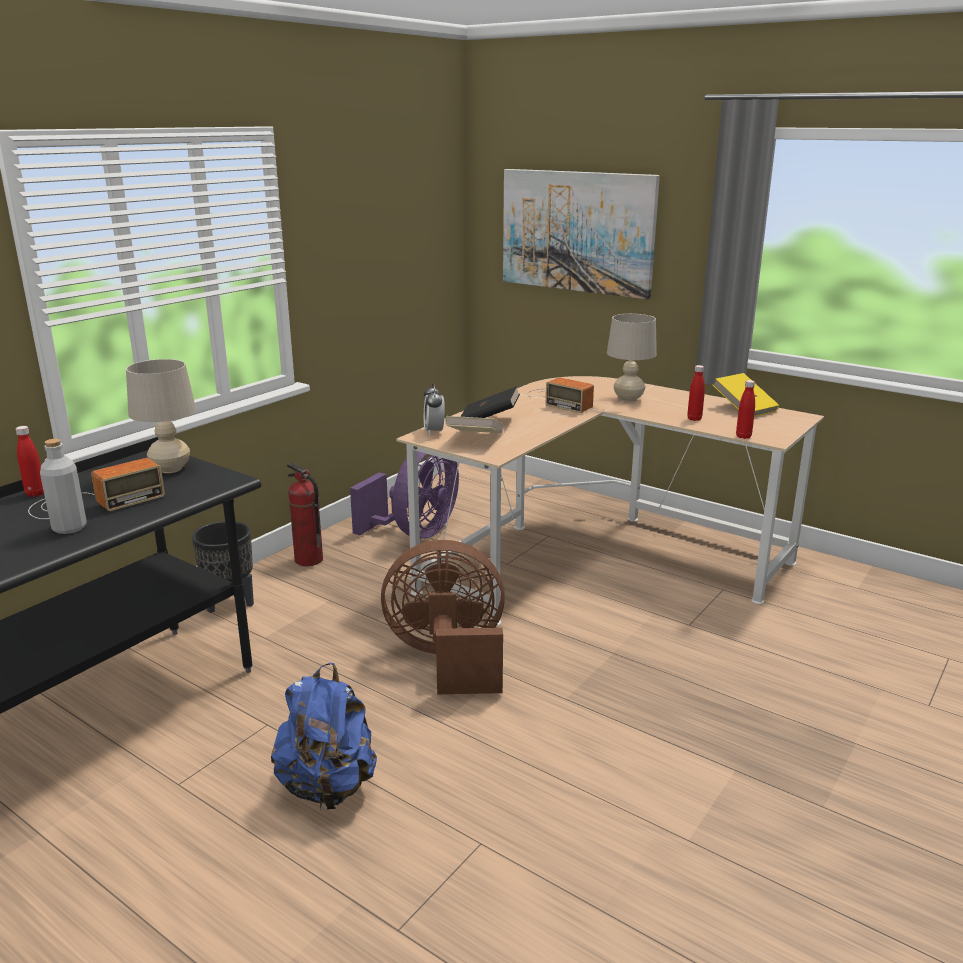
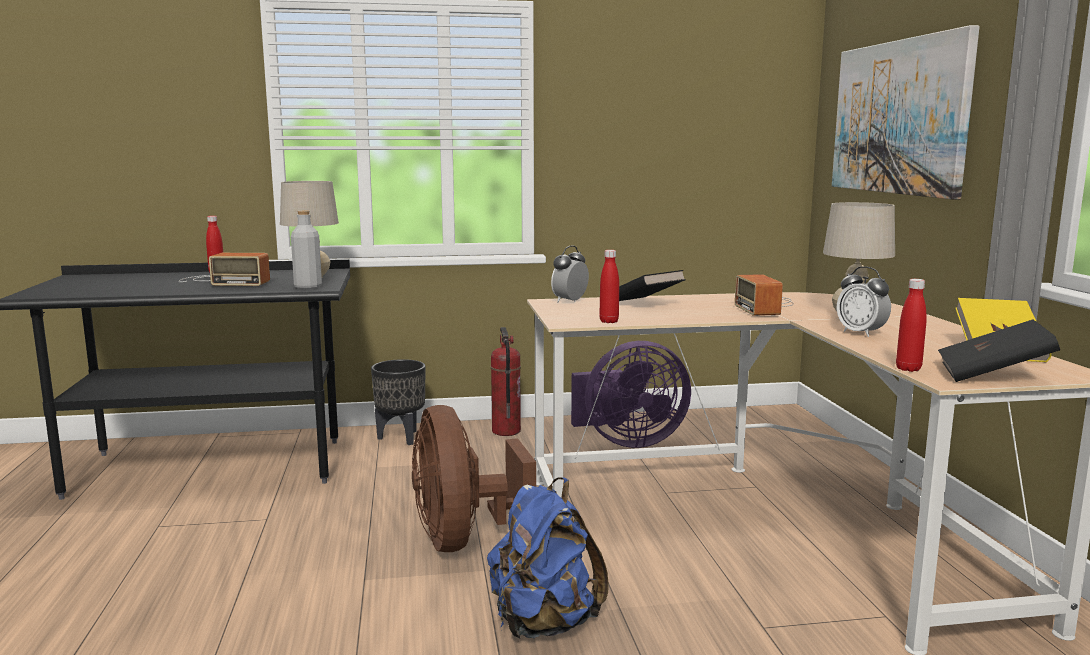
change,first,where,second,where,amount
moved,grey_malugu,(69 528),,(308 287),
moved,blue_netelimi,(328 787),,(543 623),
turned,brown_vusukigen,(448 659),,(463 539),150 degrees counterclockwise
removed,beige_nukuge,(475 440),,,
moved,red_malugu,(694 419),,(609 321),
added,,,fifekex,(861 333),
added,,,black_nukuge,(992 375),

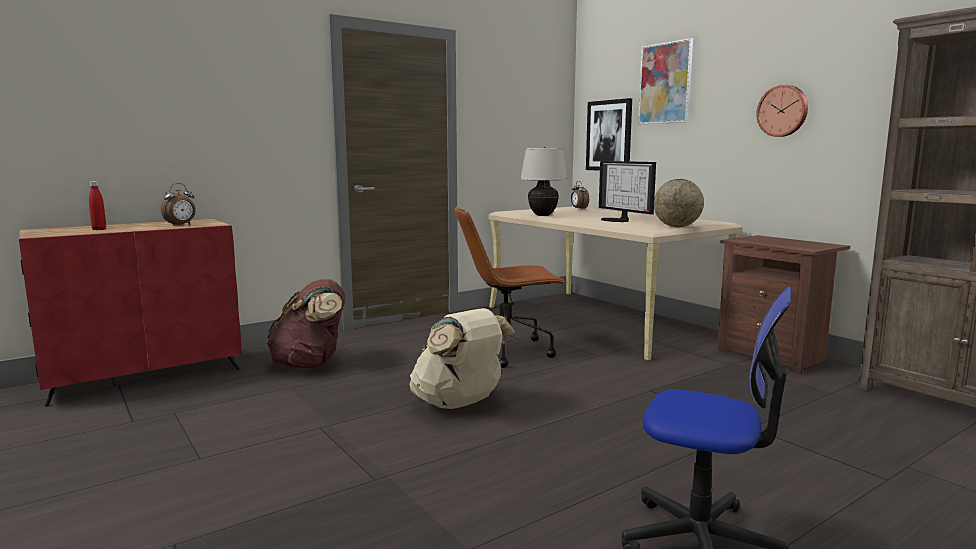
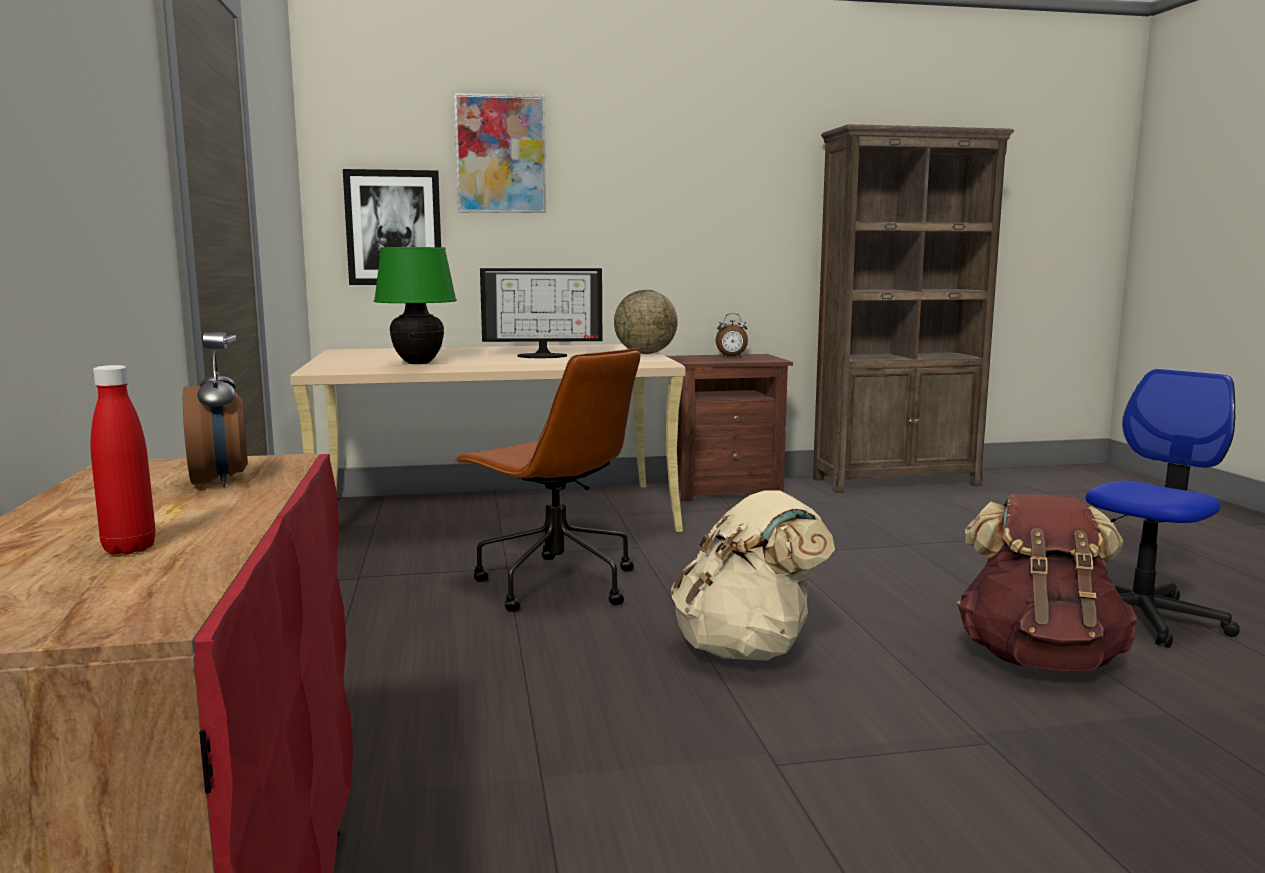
change,first,where,second,where,amount
moved,brown_netelimi,(310 364),,(1039 659),
turned,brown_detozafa,(507 351),,(555 584),60 degrees counterclockwise
recoloured,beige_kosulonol,(543 215),green_kosulonol,(418 363),
moved,fifekex,(578 209),,(731 357),
removed,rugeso,(783 111),,,

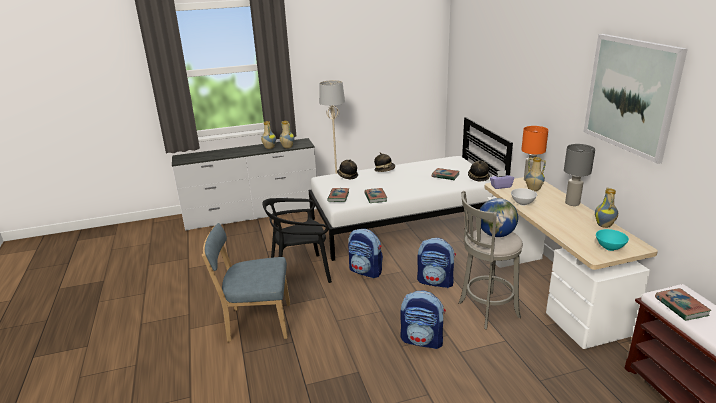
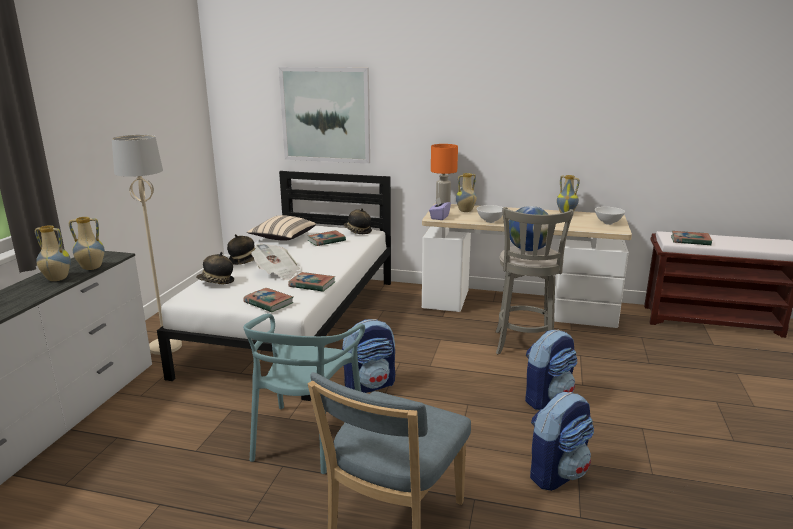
change,first,where,second,where,amount
recoloured,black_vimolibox,(300 273),turquoise_vimolibox,(306 437),
moved,netelimi,(436 282),,(557 472),
removed,grey_kosulonol,(572 203),,,
moved,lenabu,(630 95),,(325 115),
recoloured,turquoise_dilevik,(609 248),white_dilevik,(607 223),
added,,,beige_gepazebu,(282 238),
added,,,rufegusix,(277 273),

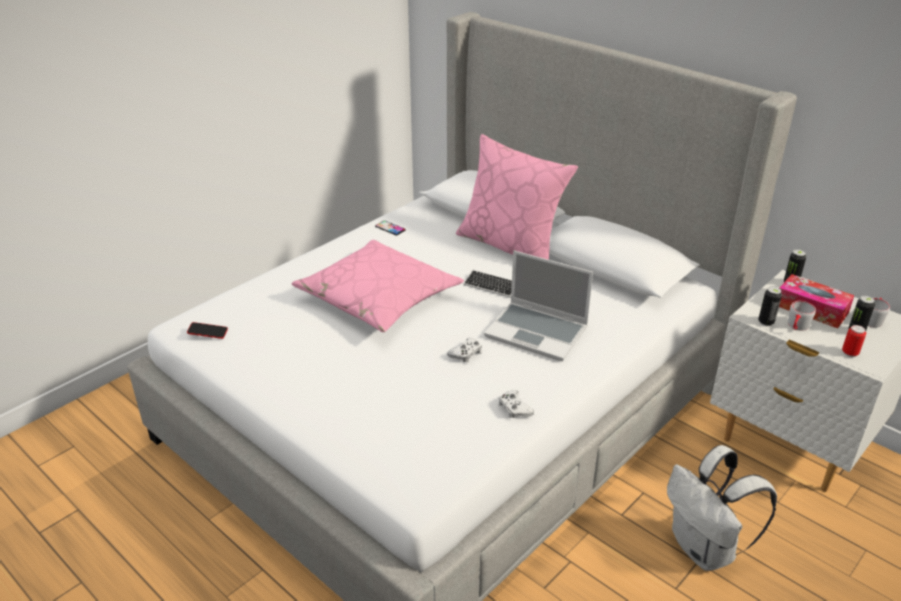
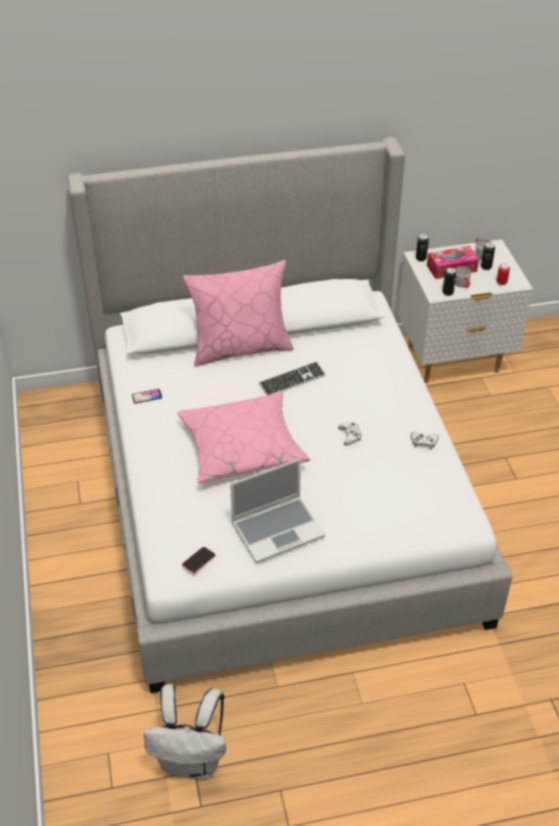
change,first,where,second,where,amount
moved,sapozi,(538 332),,(278 529),
moved,white_netelimi,(705 550),,(192 760),

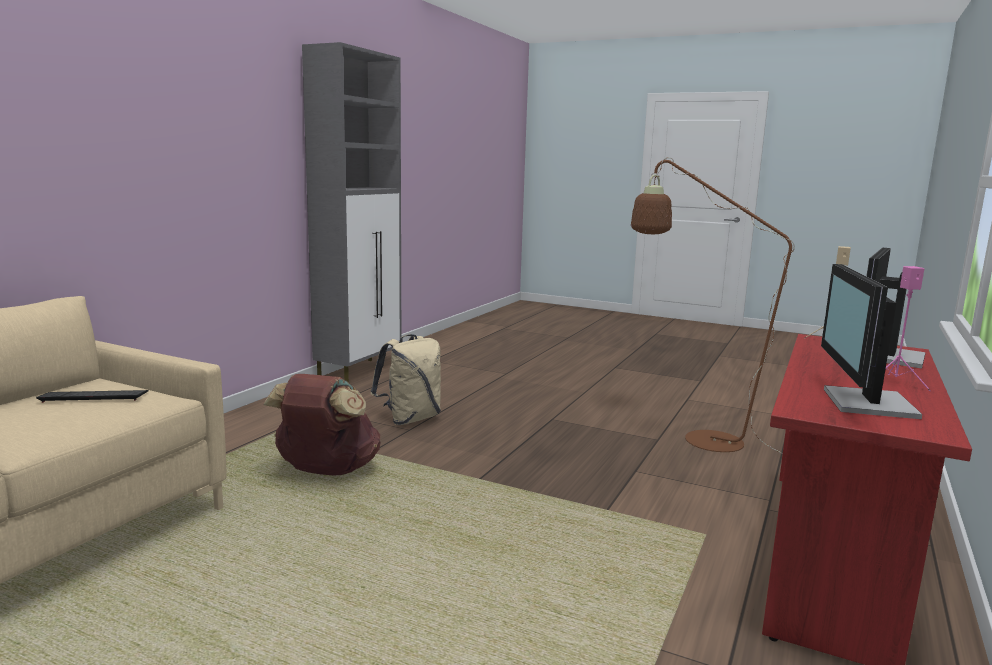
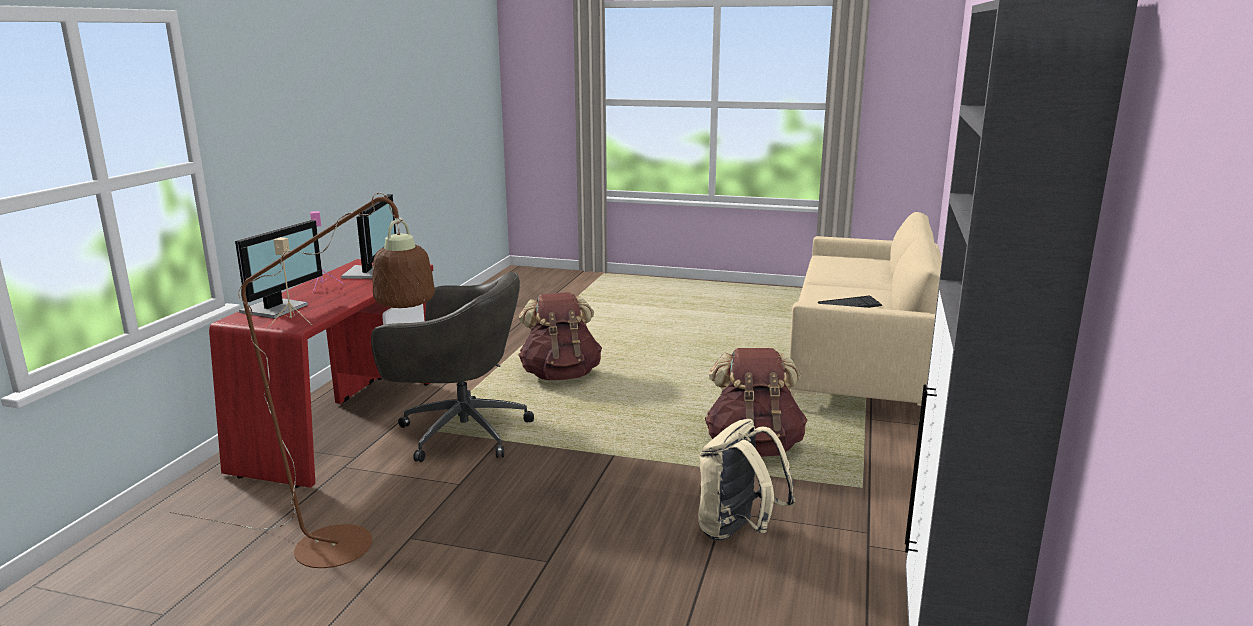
change,first,where,second,where,amount
added,,,grey_detozafa,(460 432),
added,,,brown_netelimi,(560 375),

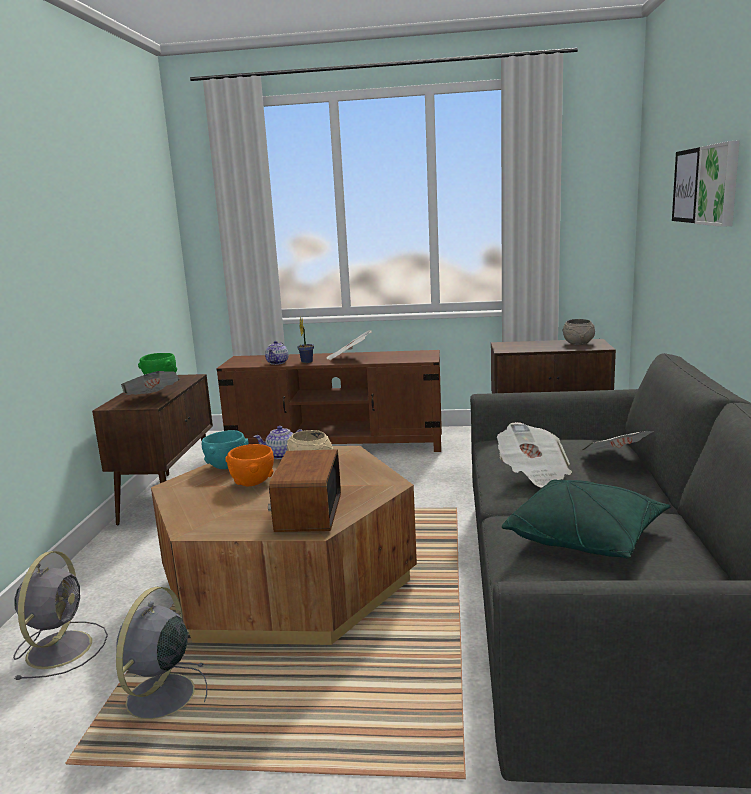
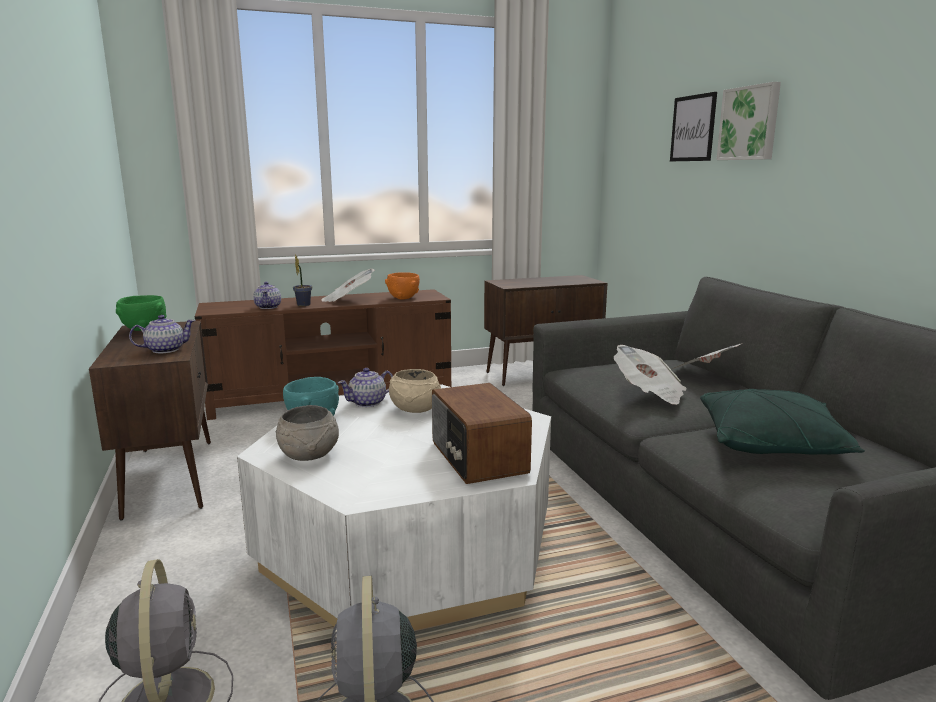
change,first,where,second,where,amount
replaced,rufegusix,(152 399),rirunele,(165 350),
recoloured,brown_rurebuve,(288 580),white_rurebuve,(409 546),
moved,orange_dilevik,(252 483),,(403 298),
moved,grey_dilevik,(578 343),,(309 454),

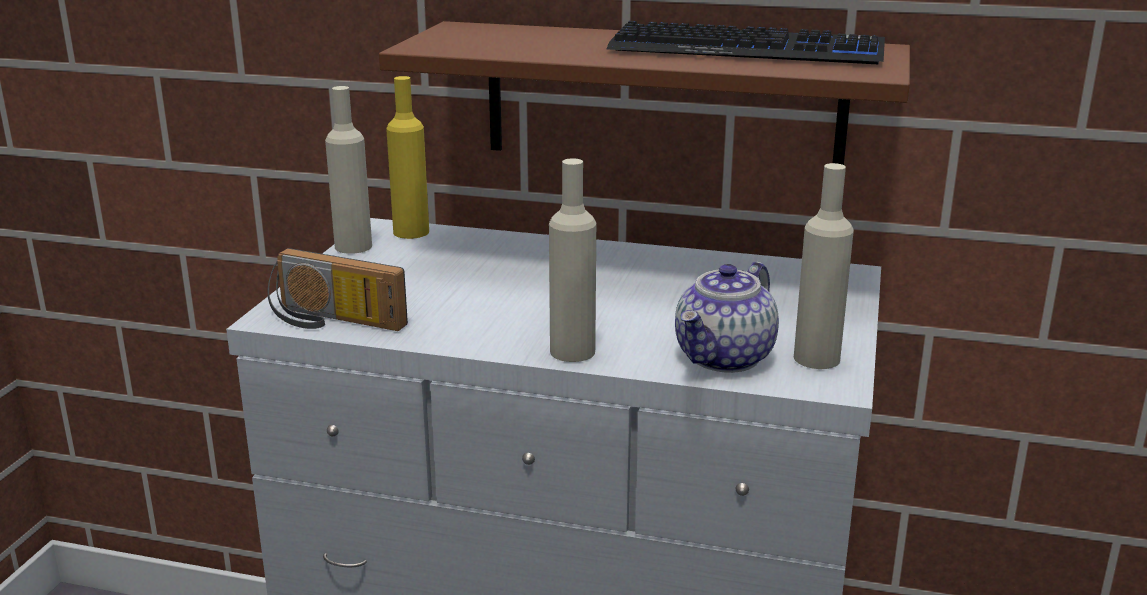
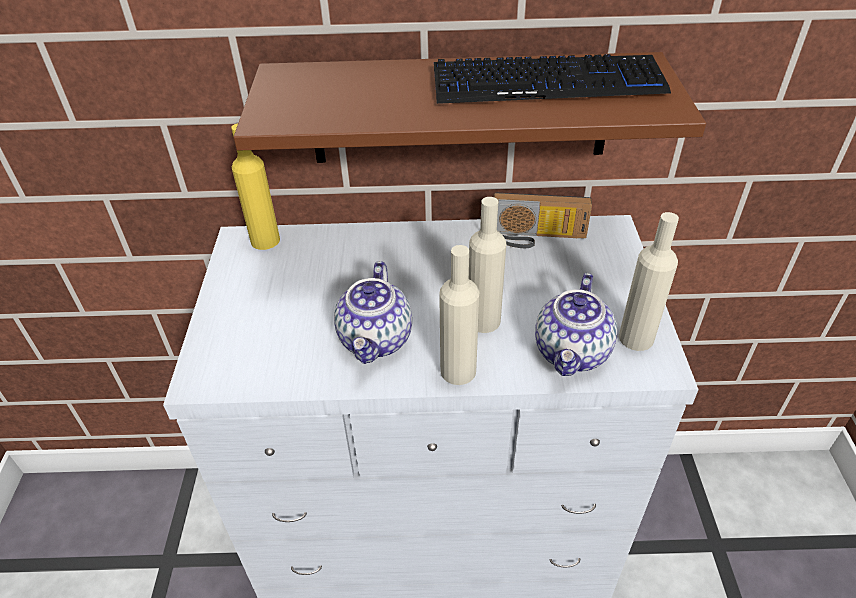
change,first,where,second,where,amount
moved,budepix,(332 321),,(534 238),
moved,beige_malugu,(353 246),,(483 320),
added,,,rirunele,(376 340),

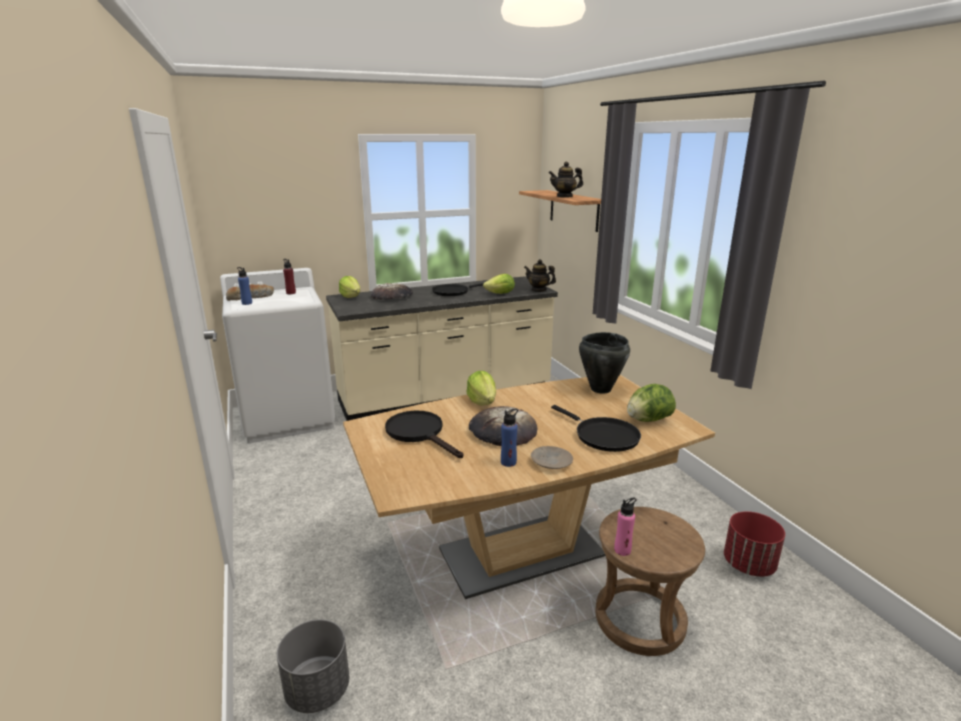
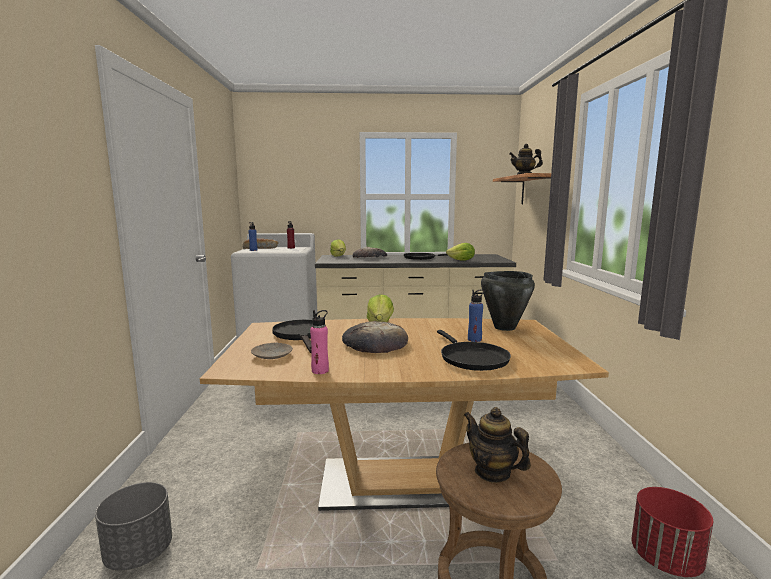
change,first,where,second,where,amount
moved,blue_malugu,(508 462),,(474 339),
moved,rirunele,(538 290),,(492 472),
moved,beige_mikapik,(551 462),,(272 355),
moved,pink_malugu,(622 550),,(320 371),
removed,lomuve,(648 420),,,

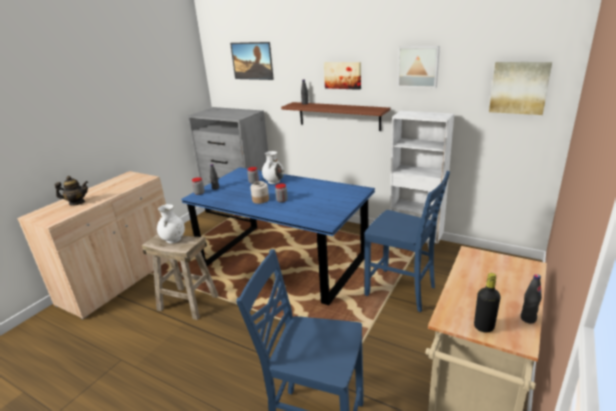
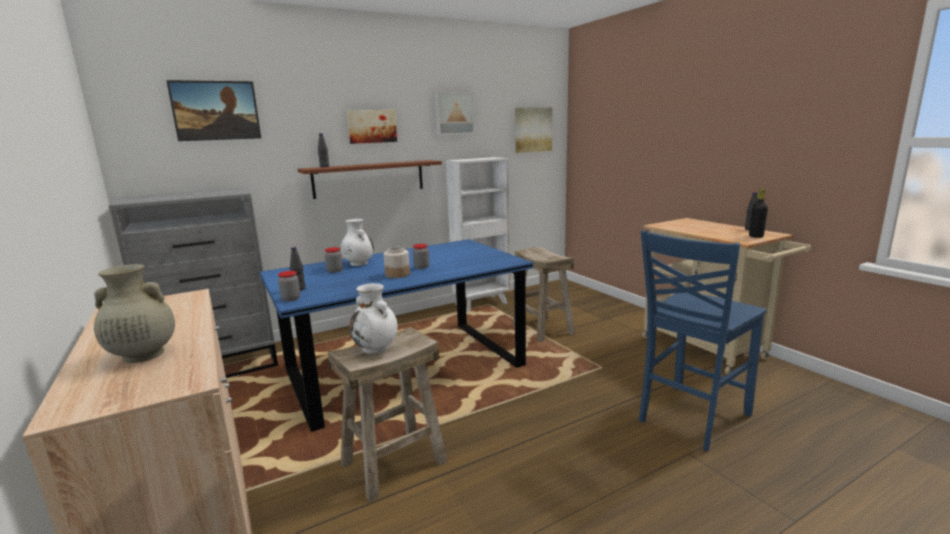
change,first,where,second,where,amount
replaced,rirunele,(77 203),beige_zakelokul,(142 355),
replaced,blue_vimolibox,(401 291),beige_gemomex,(543 329),

